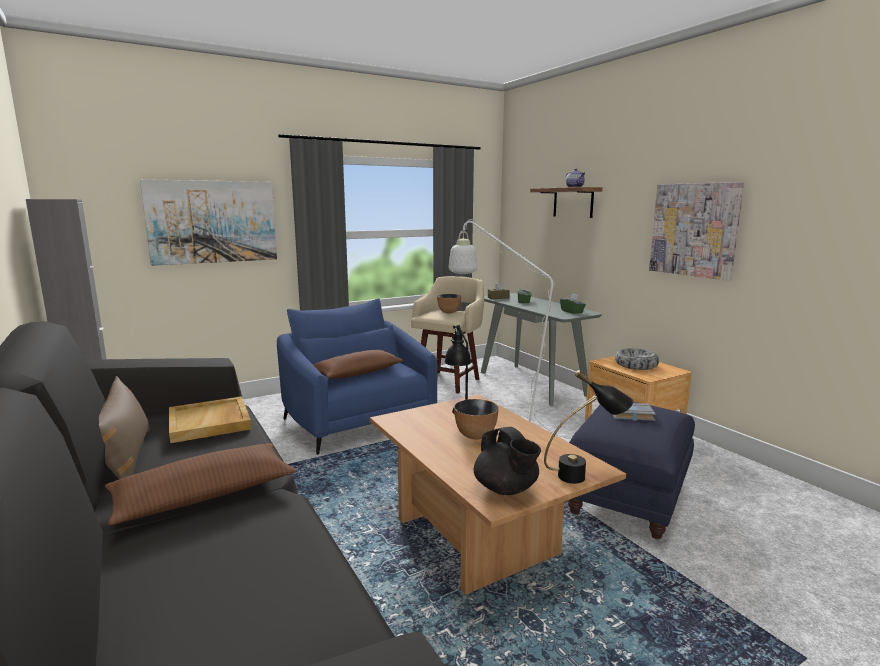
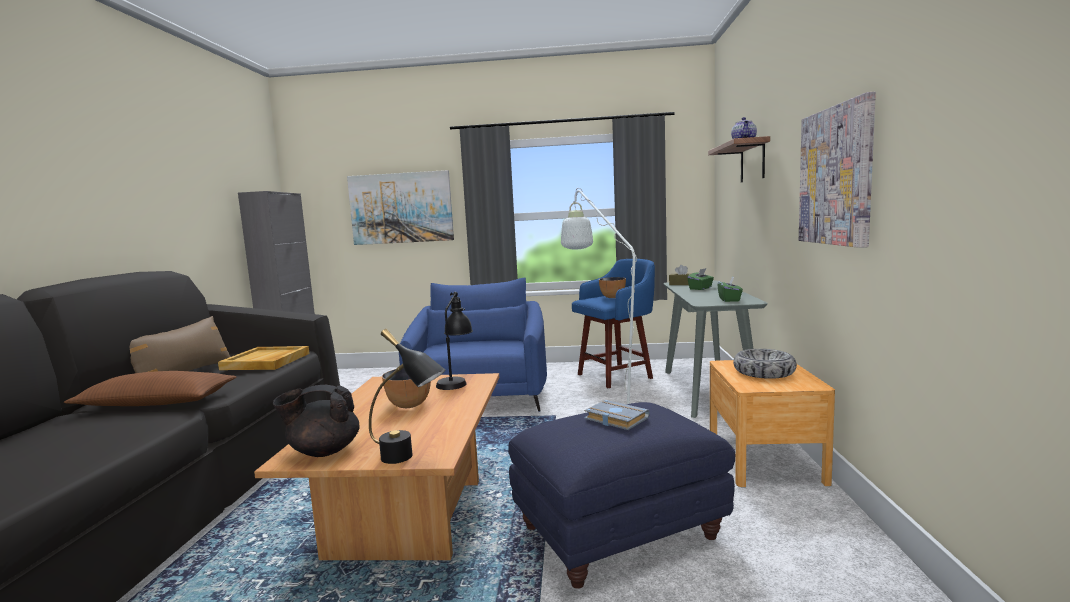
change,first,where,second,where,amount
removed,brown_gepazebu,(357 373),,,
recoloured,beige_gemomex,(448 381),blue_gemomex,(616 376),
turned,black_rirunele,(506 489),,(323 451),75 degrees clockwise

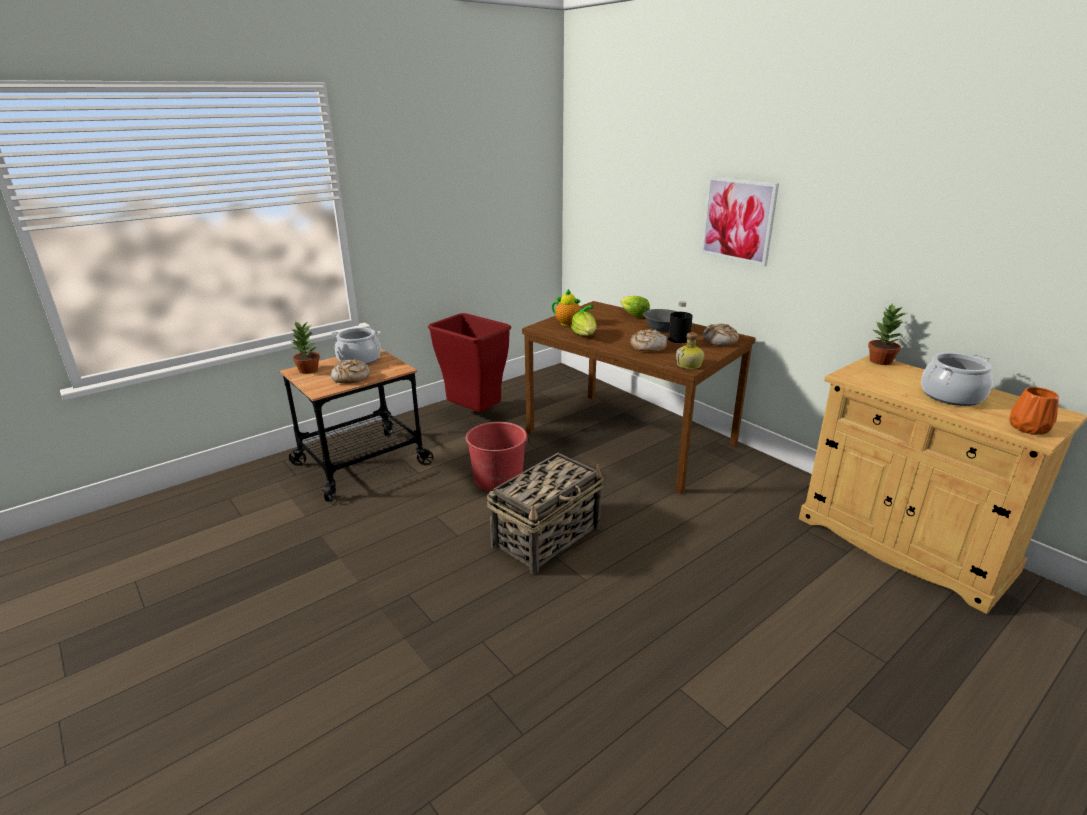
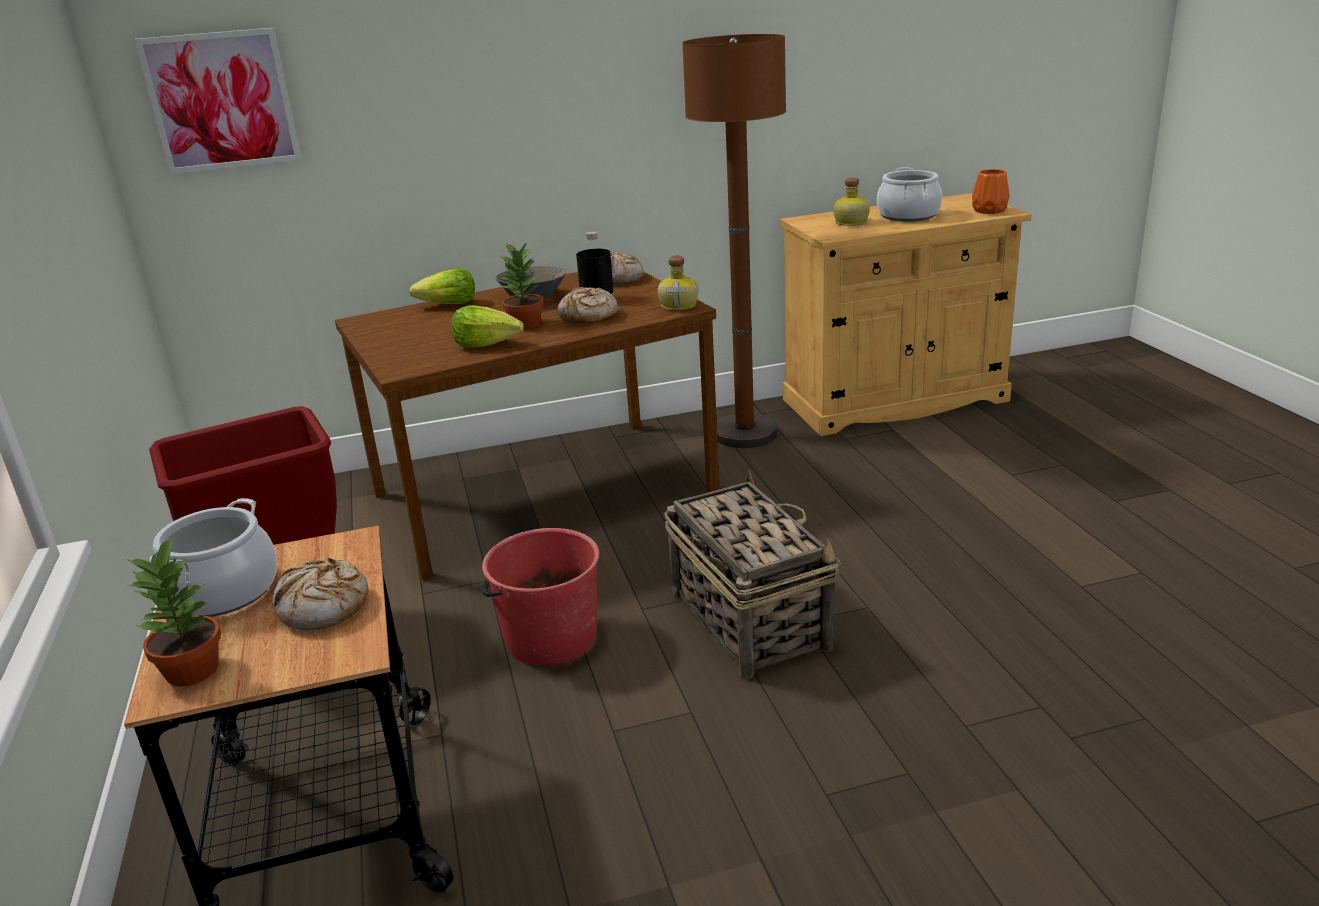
change,first,where,second,where,amount
removed,rirunele,(569 324),,,
moved,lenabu,(738 220),,(221 101),
moved,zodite,(880 361),,(526 324),
added,,,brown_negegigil,(745 434),
added,,,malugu,(850 223),

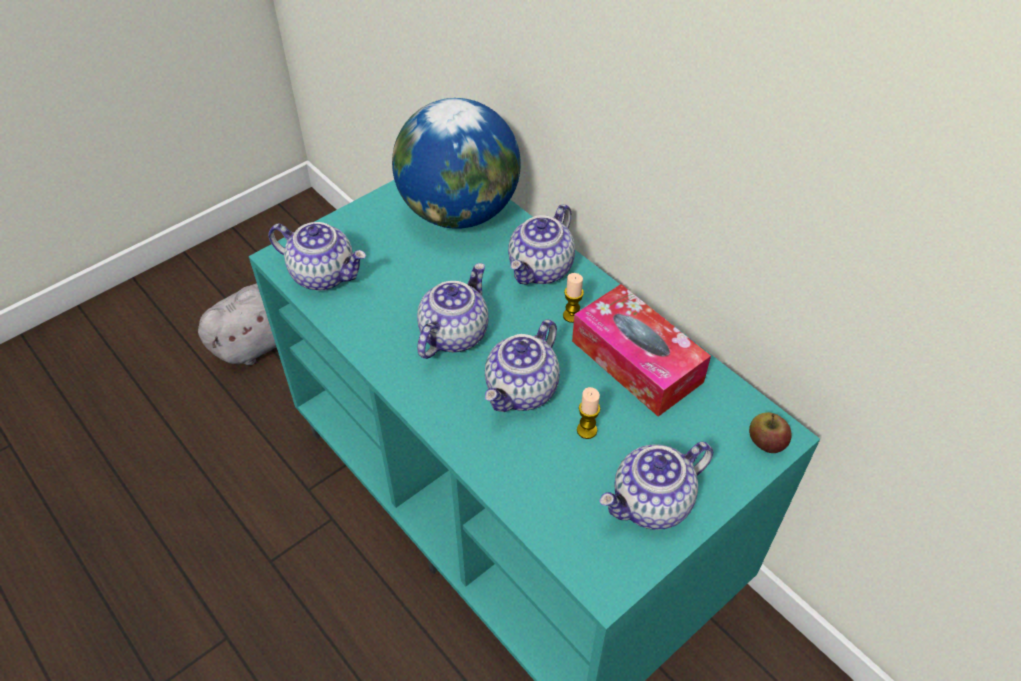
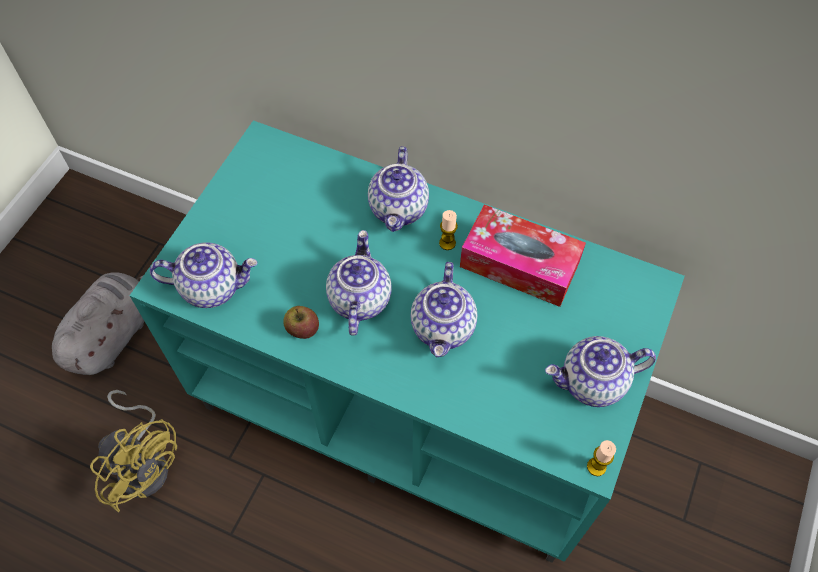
change,first,where,second,where,amount
removed,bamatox,(459 212),,,
moved,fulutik,(587 430),,(596 467),
turned,rirunele,(652 504),,(592 383),45 degrees clockwise
moved,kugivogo,(766 442),,(302 329),
added,,,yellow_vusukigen,(145 462),

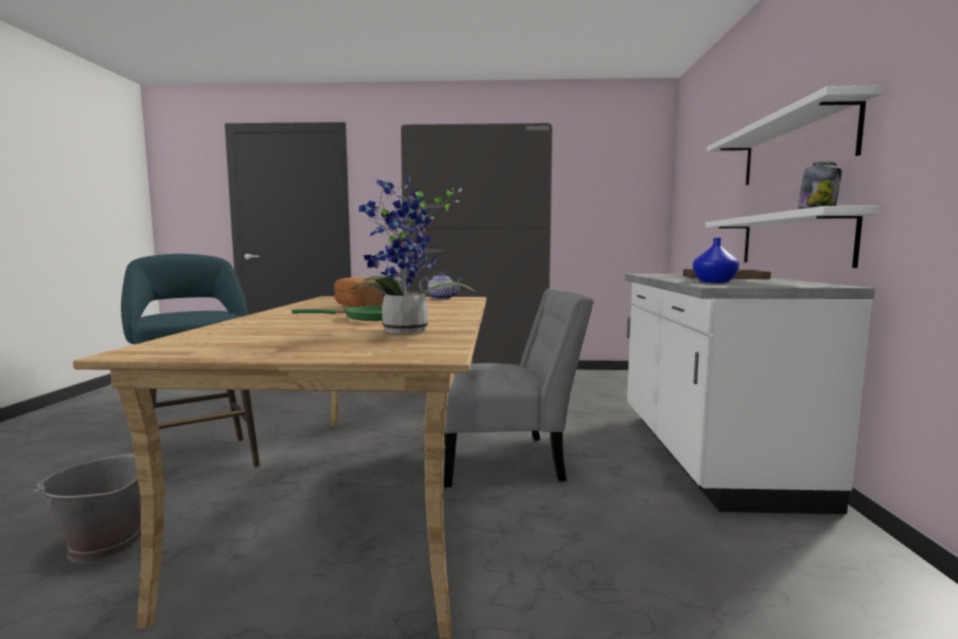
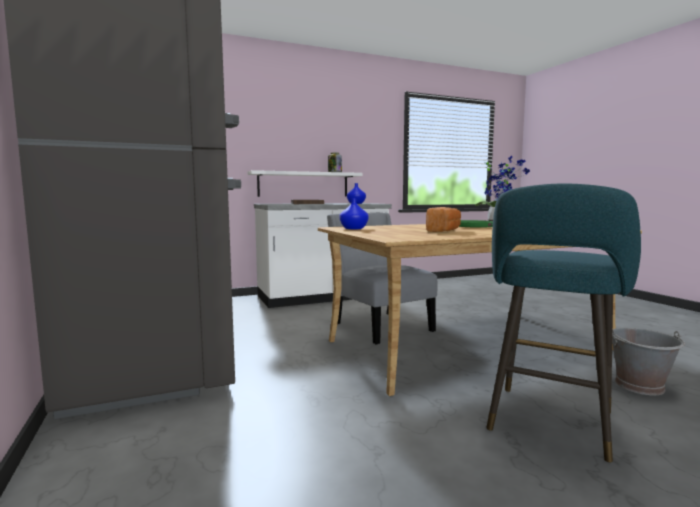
change,first,where,second,where,amount
replaced,rirunele,(442 298),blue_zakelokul,(353 228),
removed,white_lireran,(795 147),,,

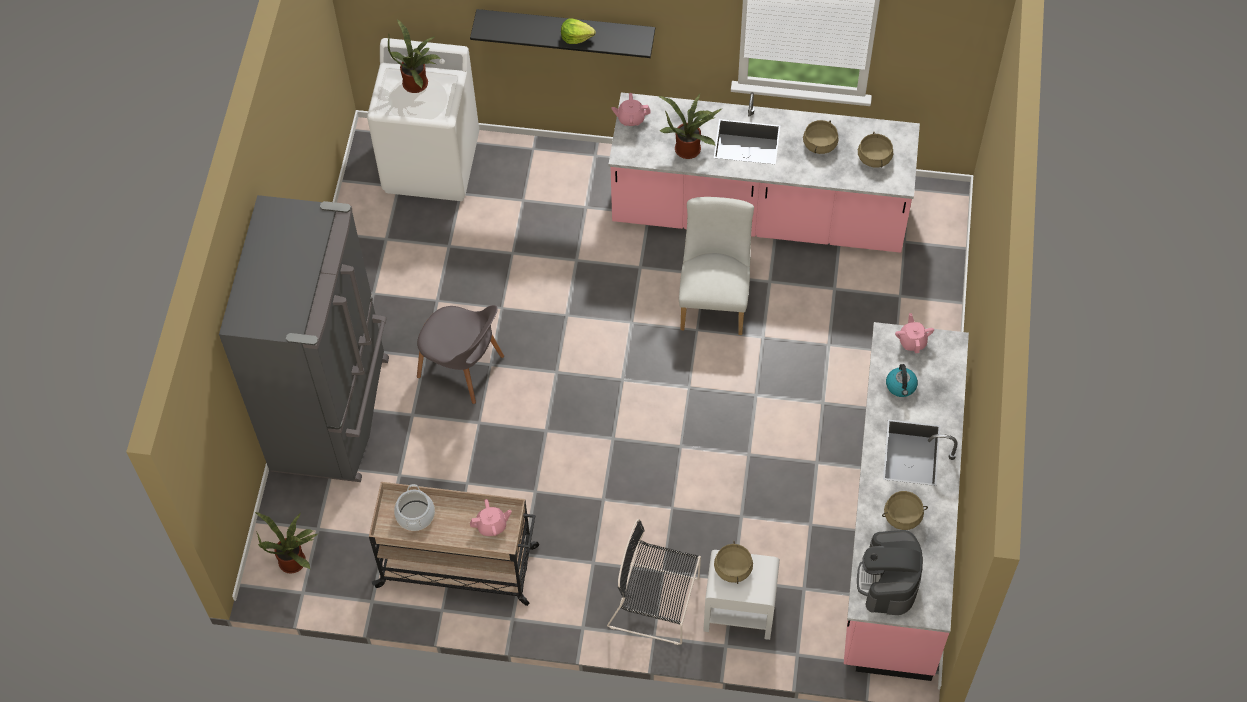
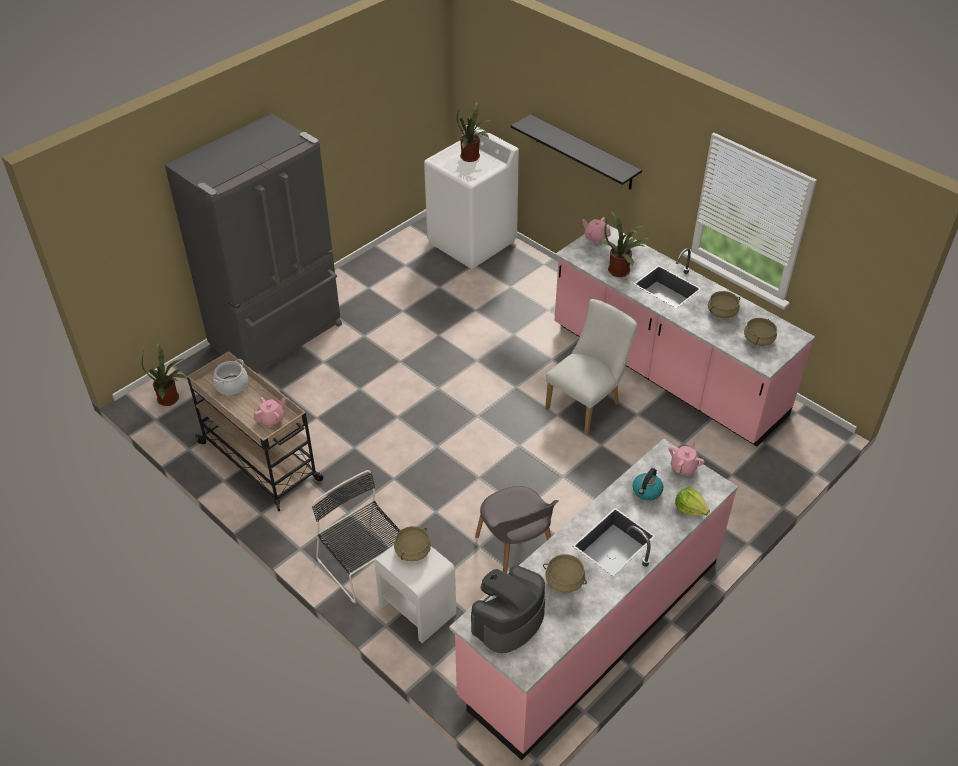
change,first,where,second,where,amount
moved,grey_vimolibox,(463 368),,(515 550),
turned,pink_rirunele,(492 525),,(272 419),60 degrees counterclockwise
moved,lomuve,(576 37),,(690 508),

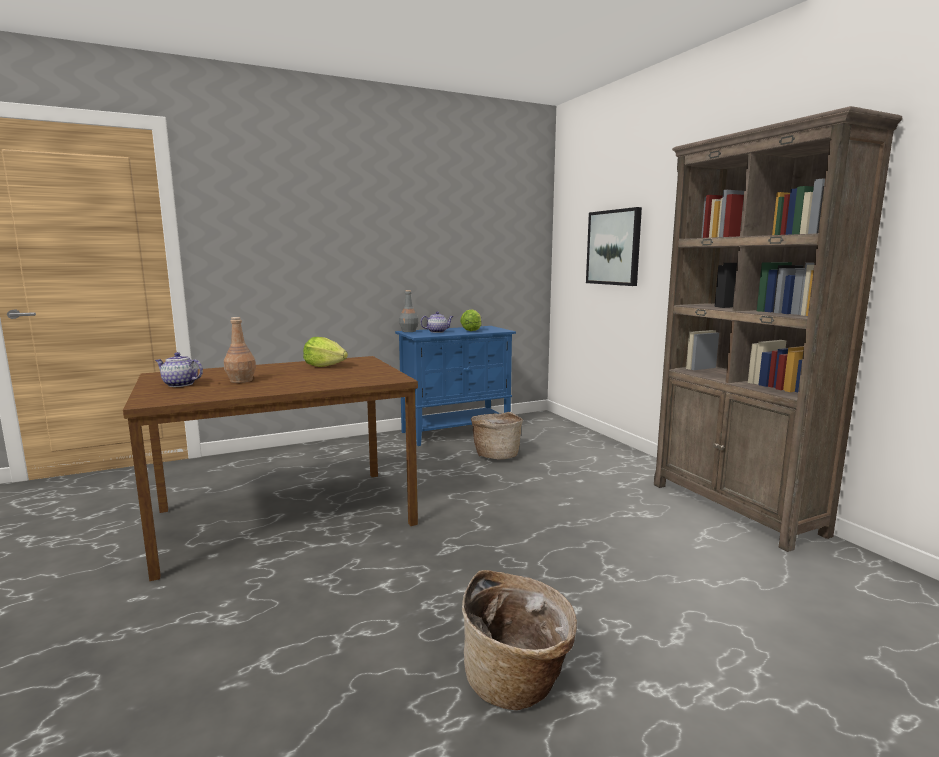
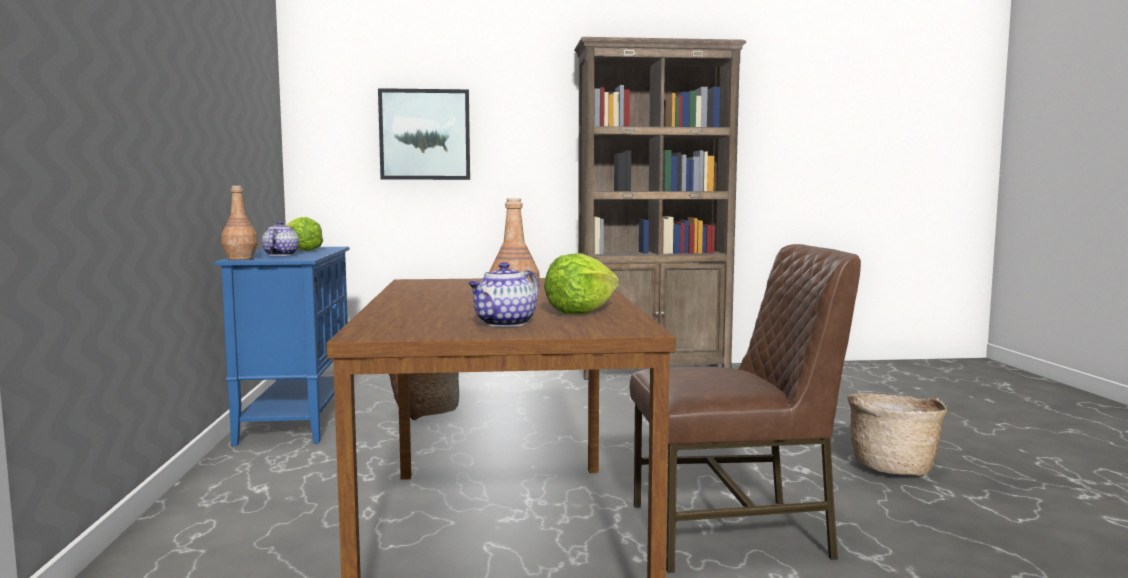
change,first,where,second,where,amount
moved,lomuve,(325 366),,(581 311),
recoloured,grey_malugu,(409 331),brown_malugu,(240 258),
added,,,brown_vimolibox,(733 532),

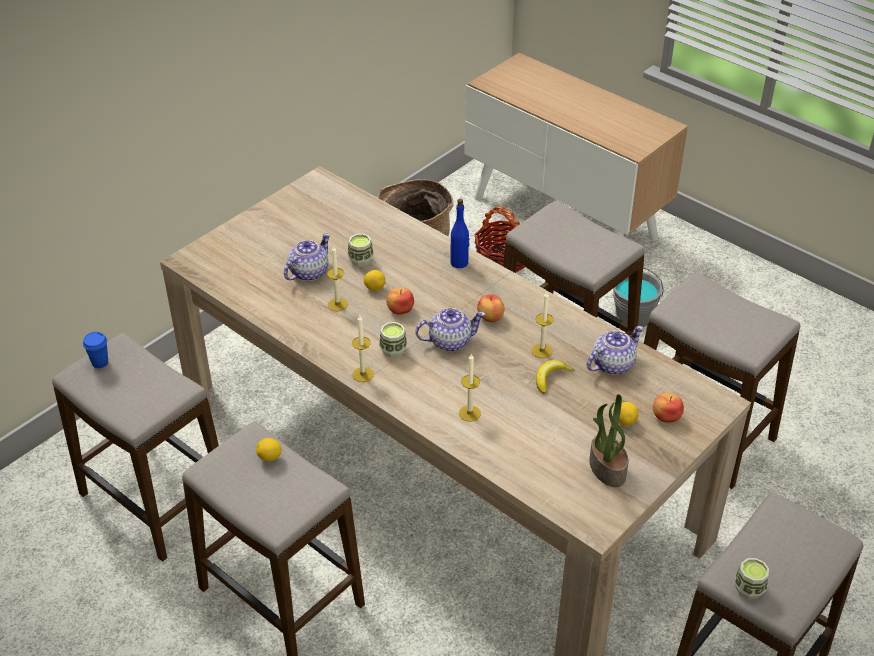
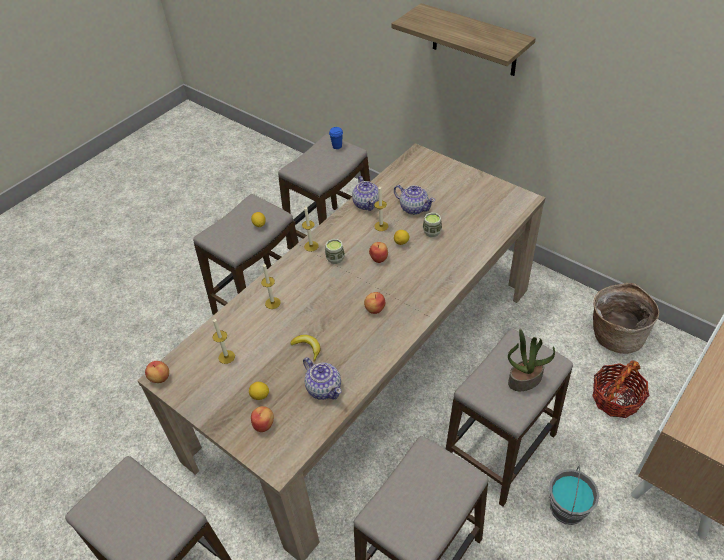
change,first,where,second,where,amount
moved,rirunele,(449 341),,(367 203),
removed,blue_malugu,(459 263),,,
moved,fulutik,(542 351),,(226 357),
moved,zodite,(606 468),,(525 379),
removed,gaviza,(749 589),,,
added,,,kugivogo,(160 378),
added,,,lireran,(474 40),

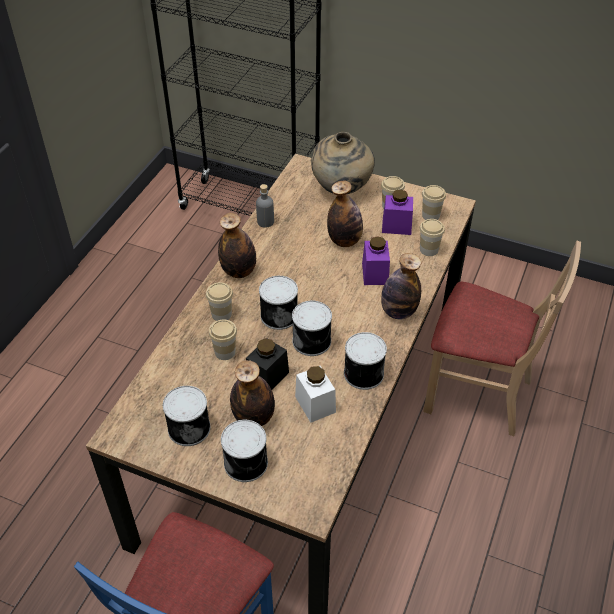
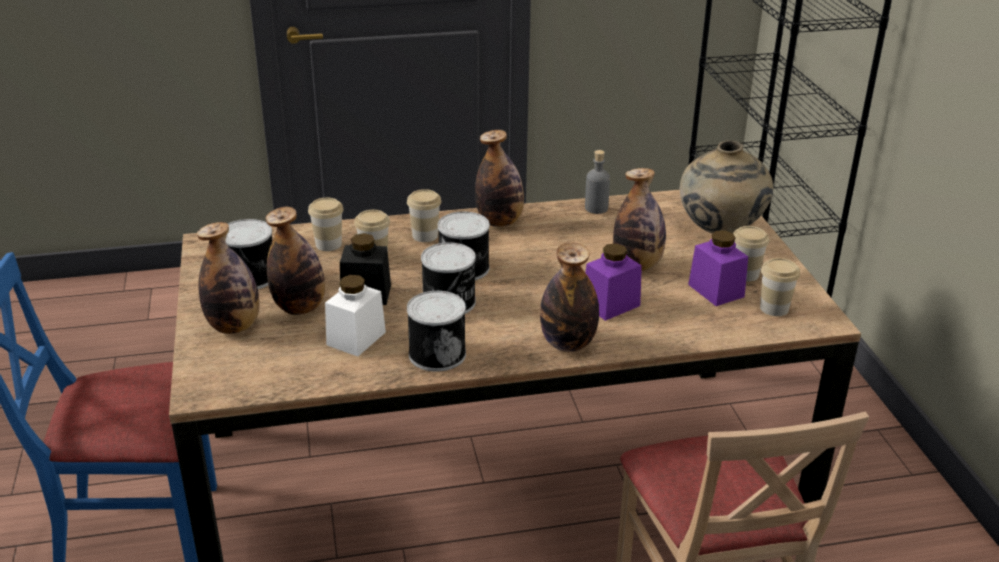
change,first,where,second,where,amount
replaced,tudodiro,(247 463),malugu,(234 326),
moved,gaviza,(429 249),,(328 244),

